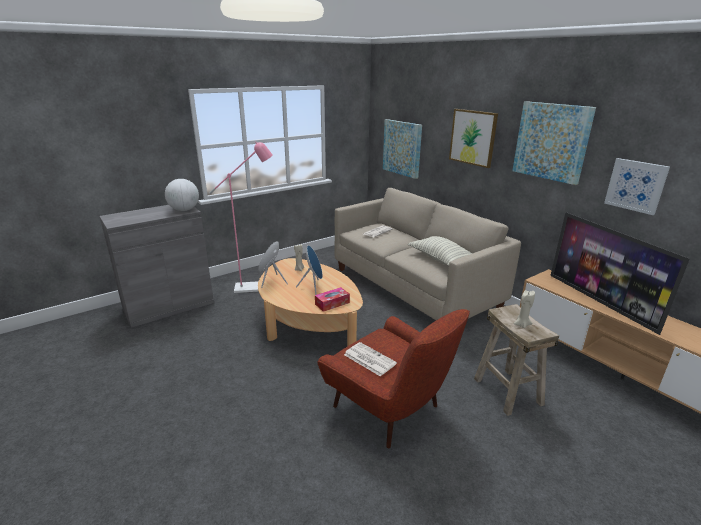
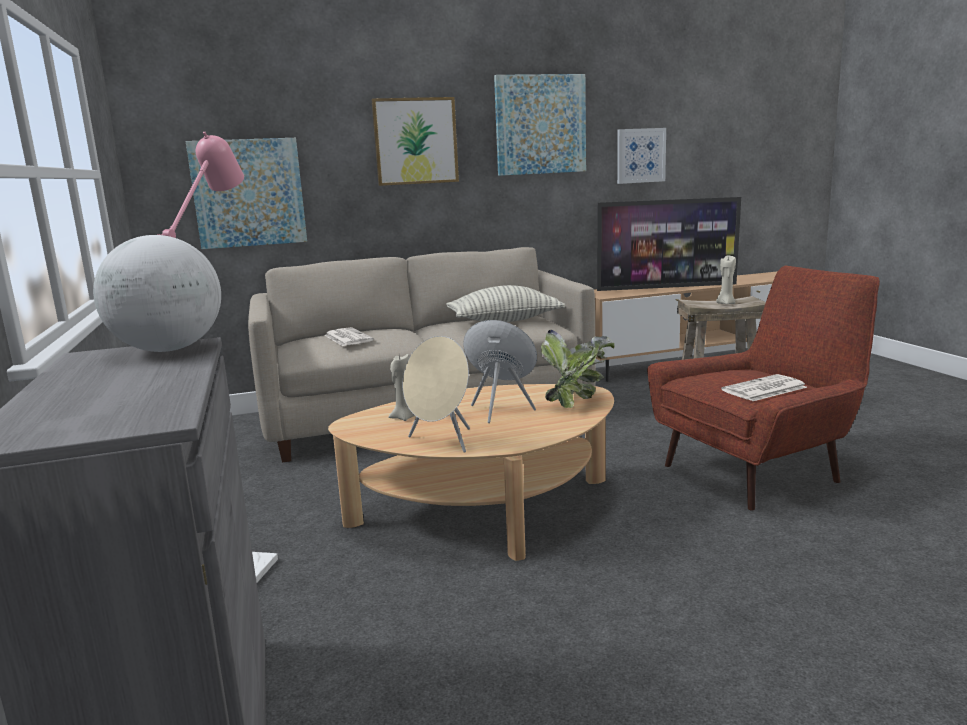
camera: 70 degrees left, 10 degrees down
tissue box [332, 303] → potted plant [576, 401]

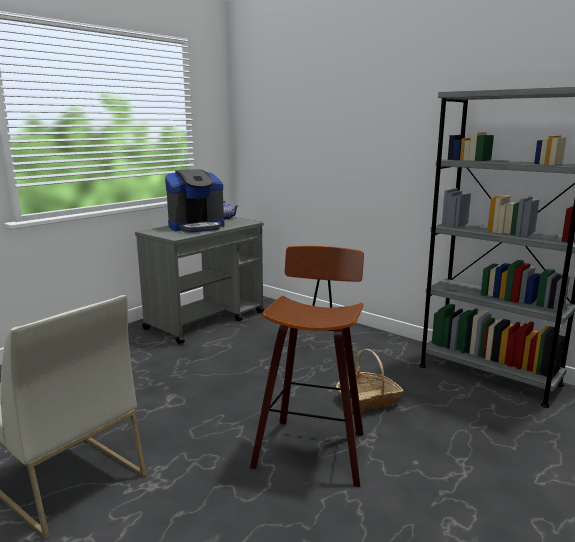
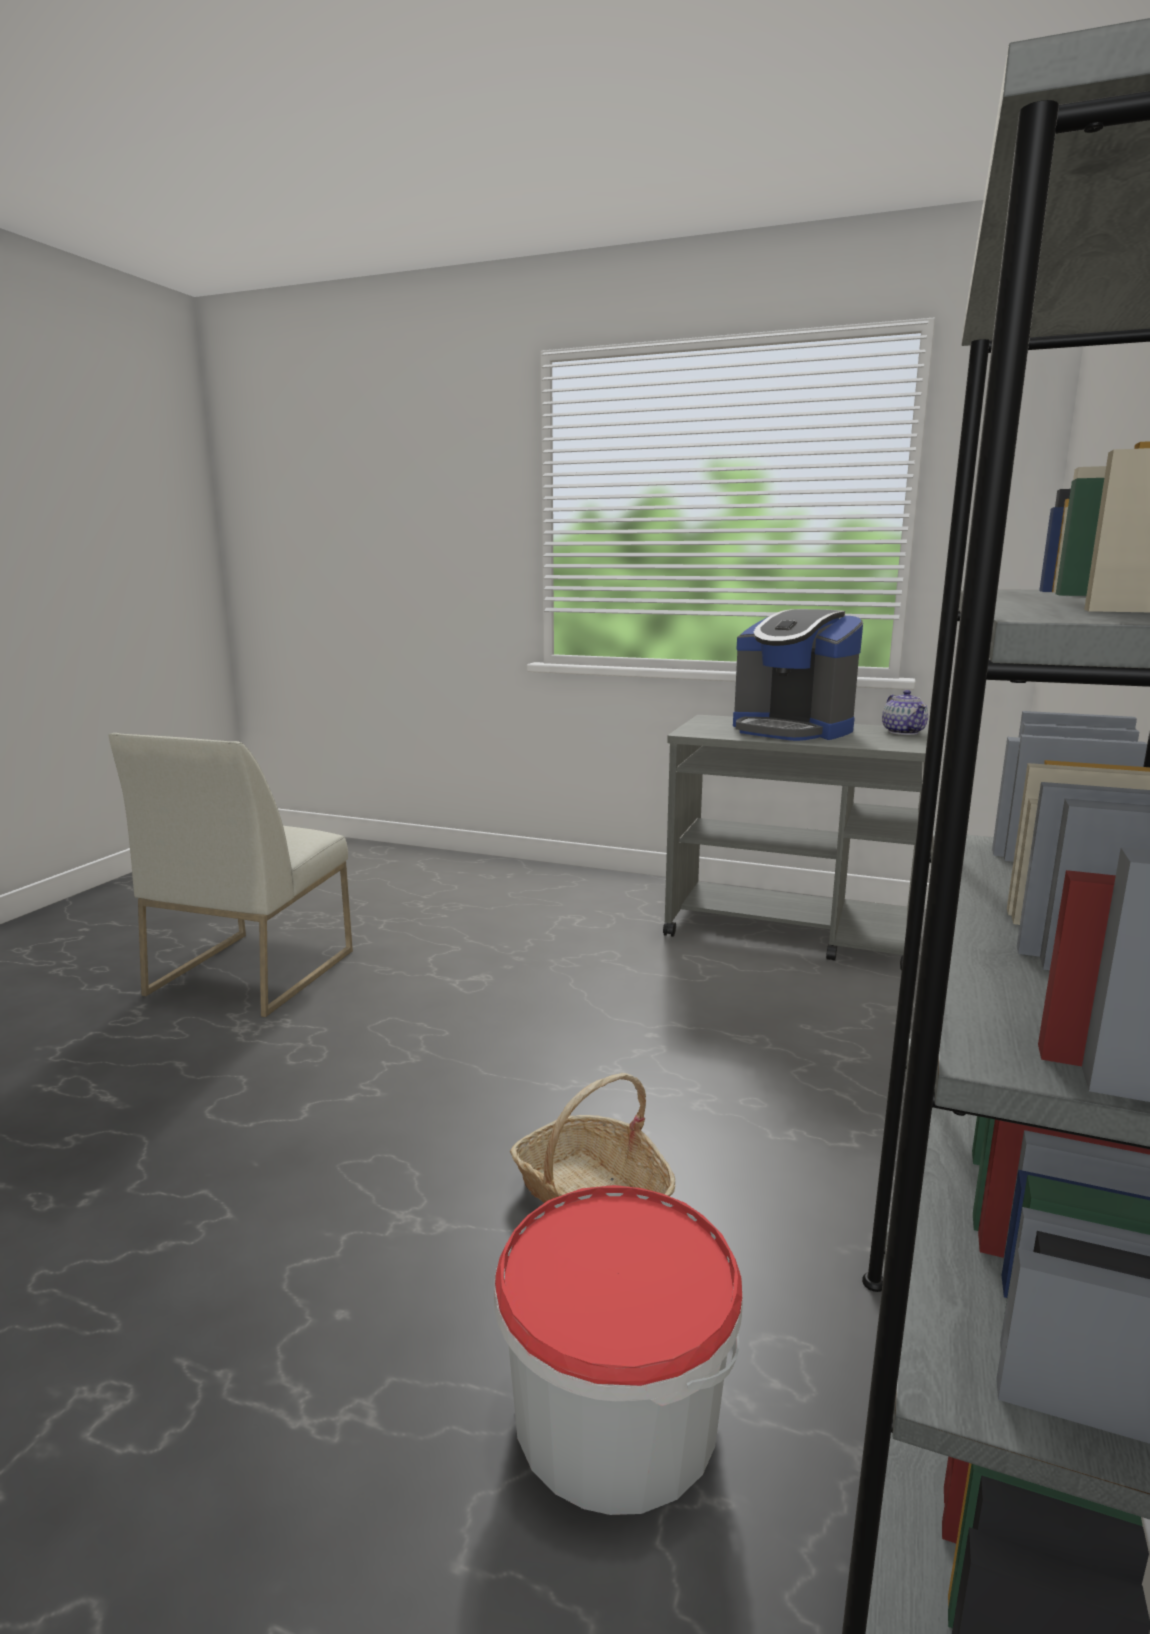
camera: 70 degrees right, 0 degrees up
stool [312, 448] → -
- → bucket [615, 1413]

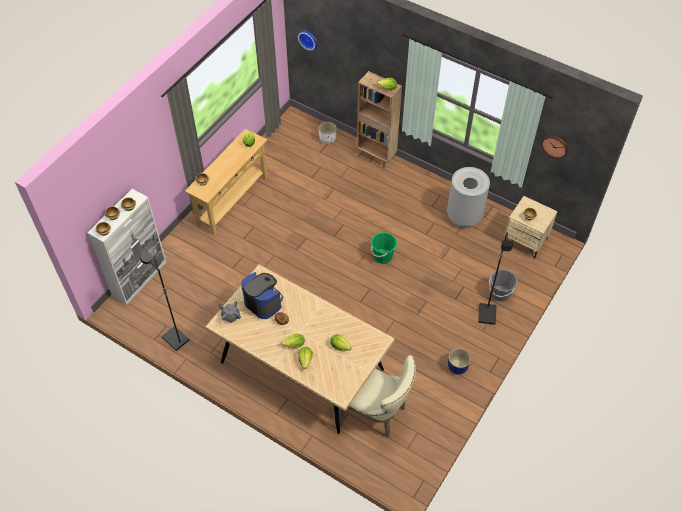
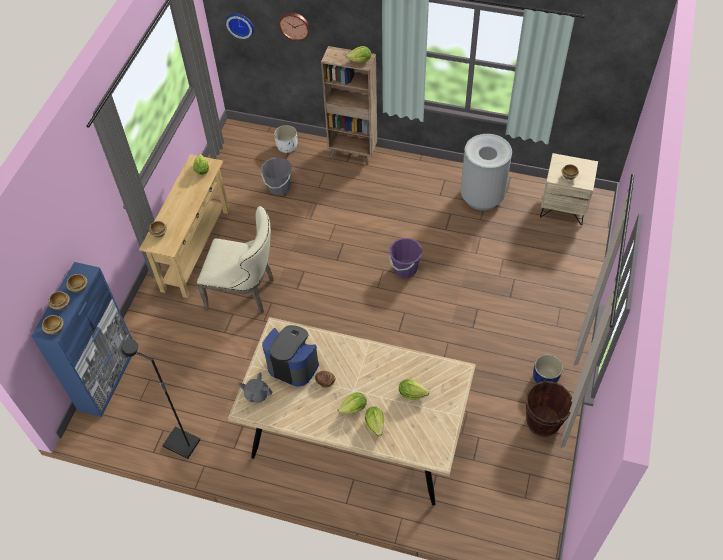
camera: 15 degrees left, 0 degrees up
floor lamp/black [487, 315] → -
- → bucket/brown [543, 421]
chair/beige [377, 413] → chair/beige [245, 292], relocated
bucket/grey [500, 293] → bucket/grey [279, 187], relocated
wall clock [555, 145] → wall clock [295, 25], relocated
cabinet/white [139, 278] → cabinet/blue [108, 378]
bucket/green [383, 256] → bucket/purple [405, 269]

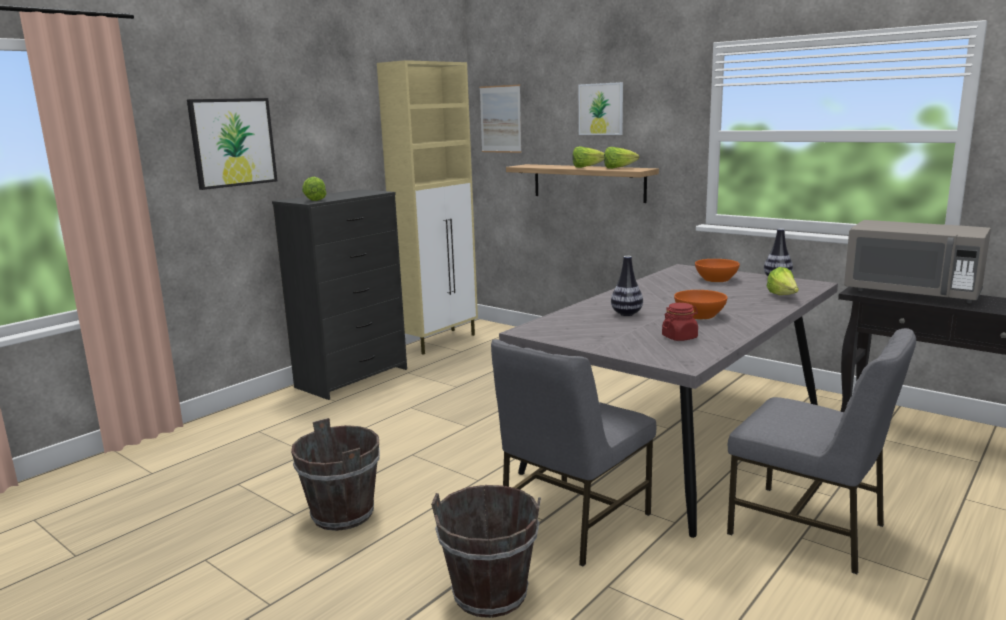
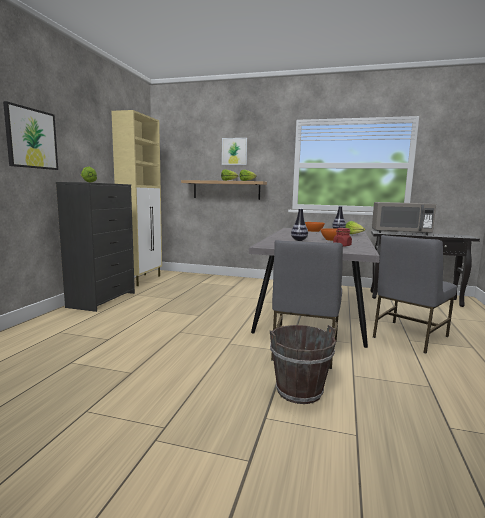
camera: 25 degrees left, 5 degrees down
bucket/brown [342, 514] → -
picture [500, 119] → -
chair/grey [809, 529] → chair/grey [408, 336], 120 degrees clockwise

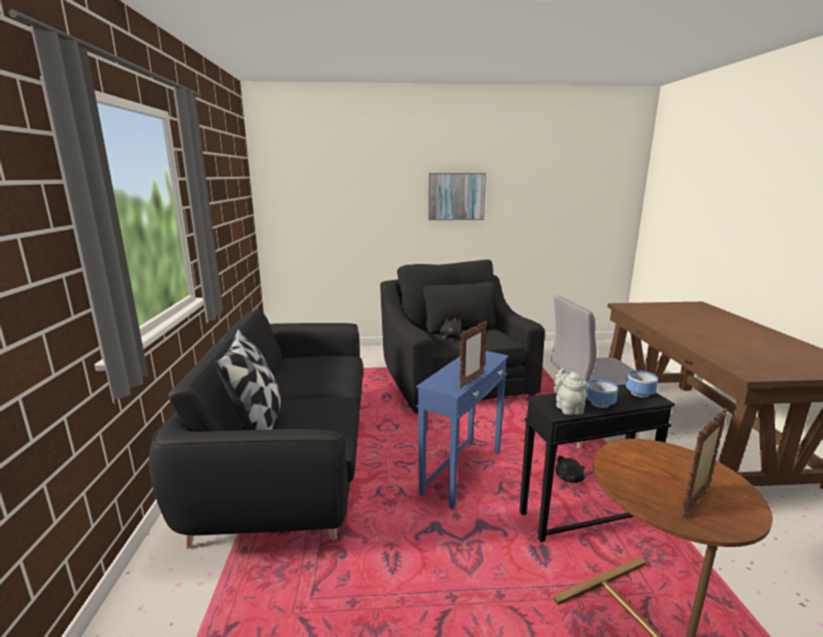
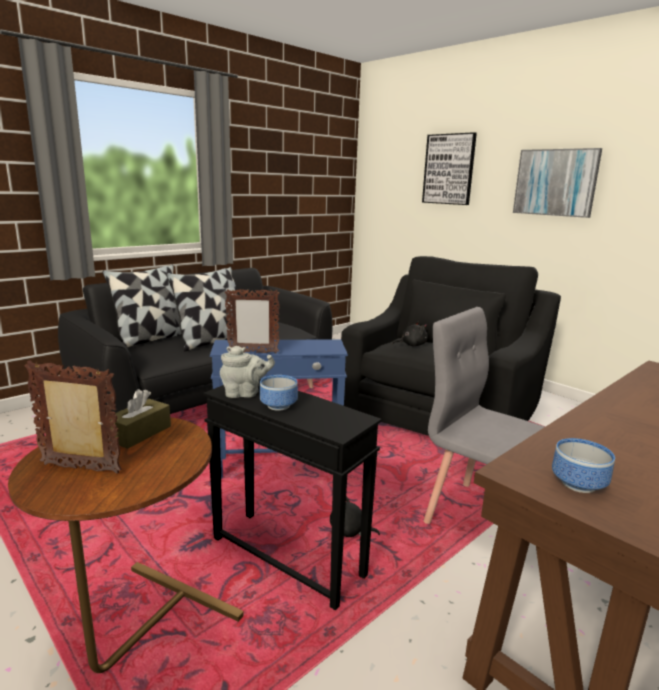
camera: 50 degrees right, 0 degrees up
- → tissue box/brown [139, 433]
- → pillow [211, 341]
- → picture [449, 169]
bowl [639, 394] → bowl [576, 484], relocated
teapot/grey [567, 408] → teapot/grey [245, 394], 45 degrees clockwise

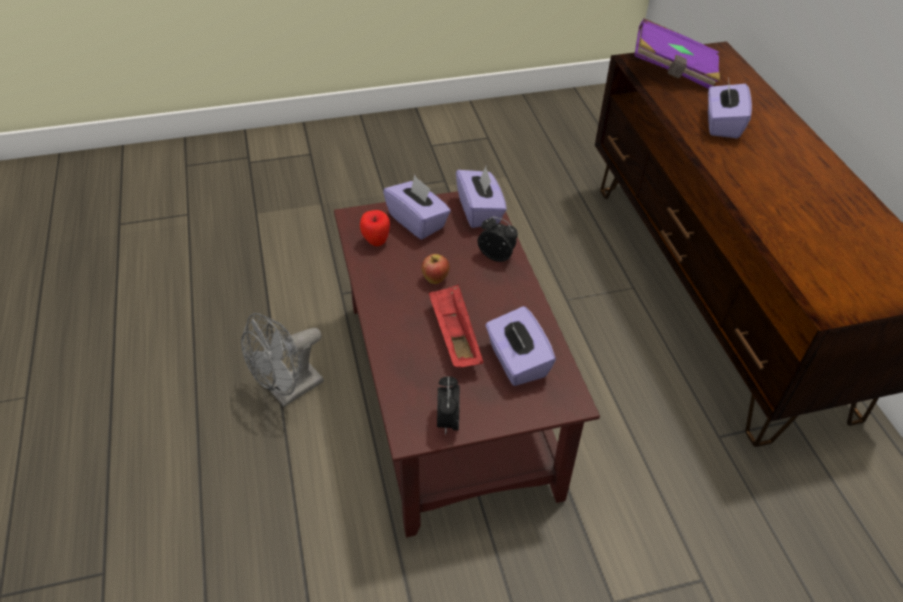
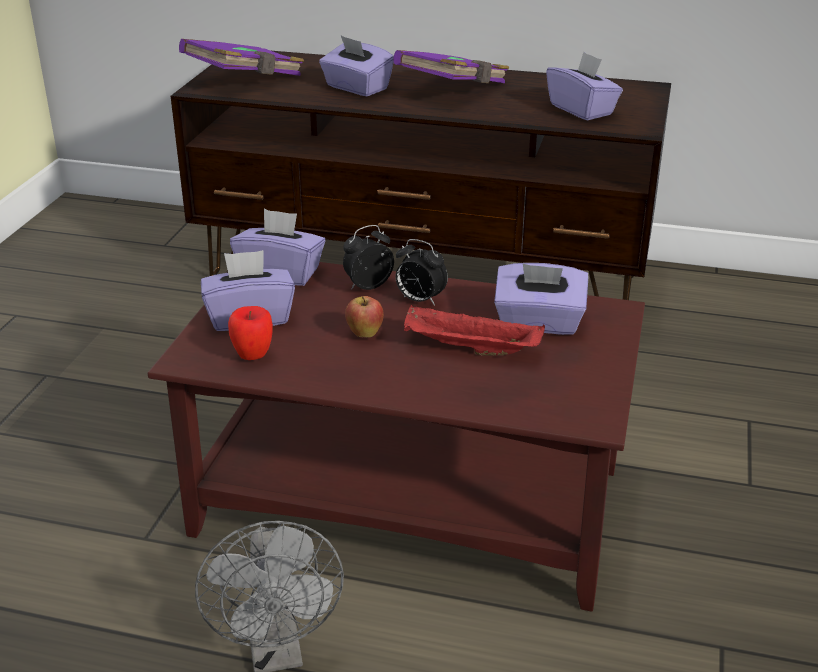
camera: 60 degrees left, 15 degrees down
- → book/purple [453, 90]
- → tissue box/purple [582, 110]
alarm clock [447, 421] → alarm clock [419, 300], relocated

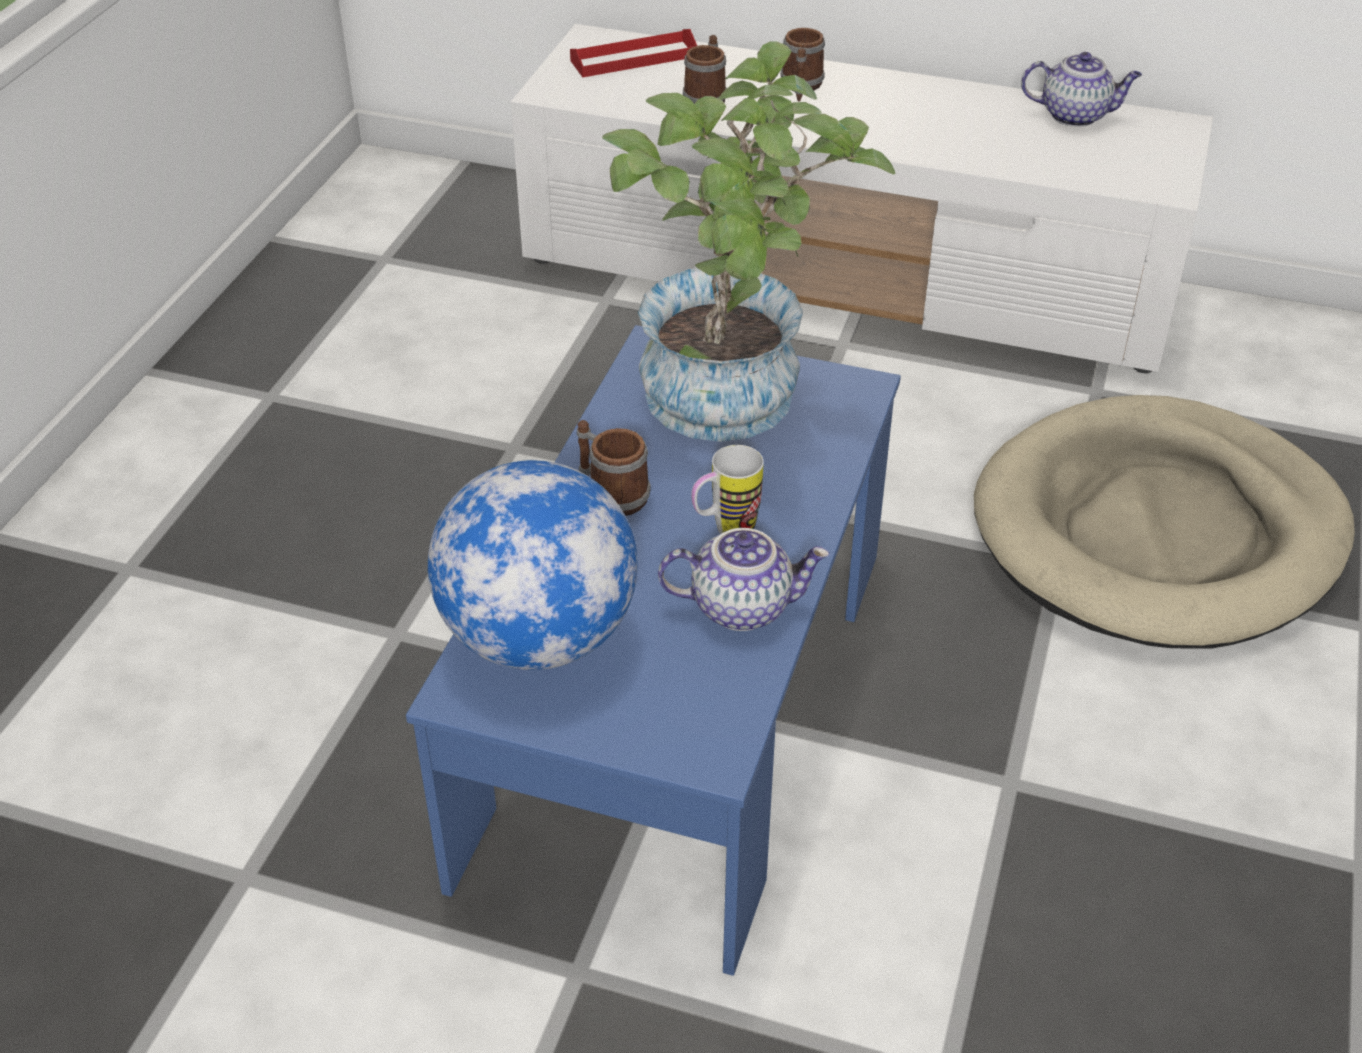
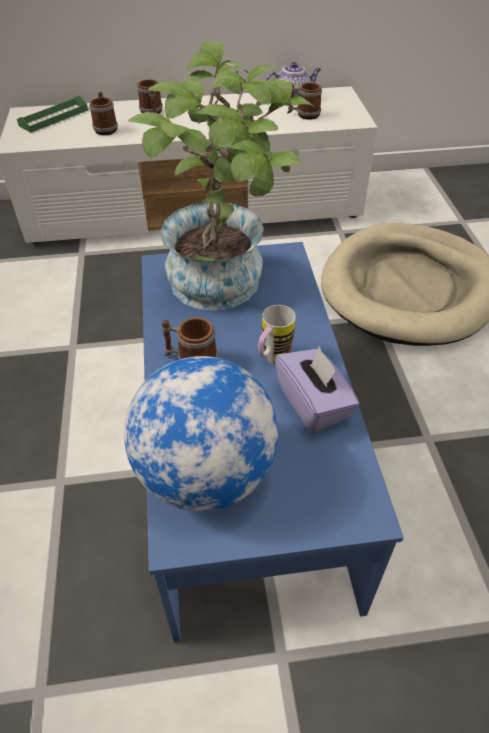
camera: 25 degrees left, 5 degrees up
- → mug [303, 114]
teapot [742, 606] → tissue box/purple [313, 404]
tray/red [633, 58] → tray/green [54, 118]

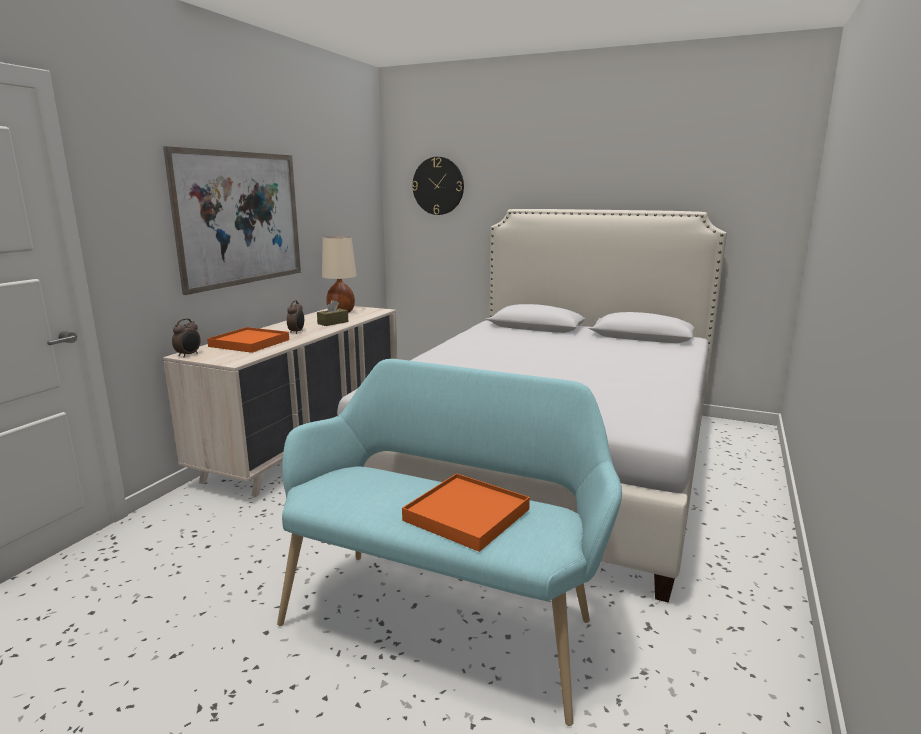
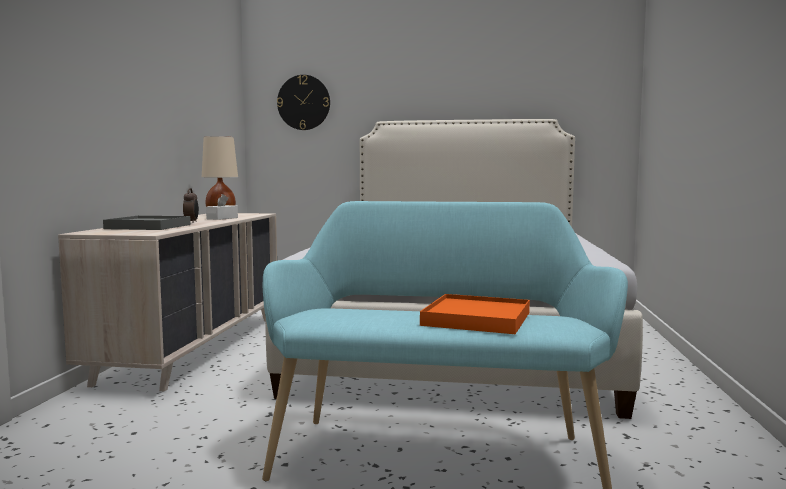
camera: 15 degrees left, 10 degrees down
picture [241, 218] → -
alarm clock [189, 355] → -
tray/orange [249, 343] → tray/grey [148, 227]
tissue box/brown [333, 323] → tissue box/white [222, 218]

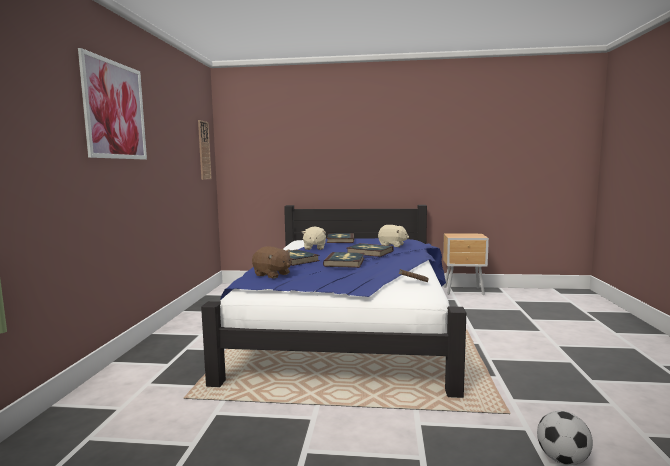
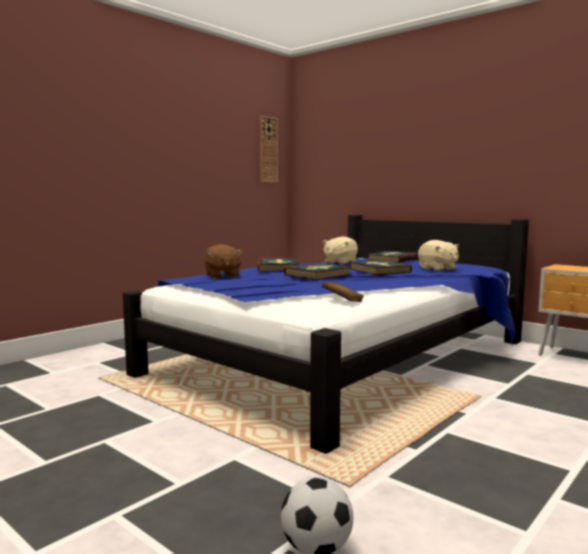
camera: 35 degrees right, 0 degrees up
picture [115, 110] → -

